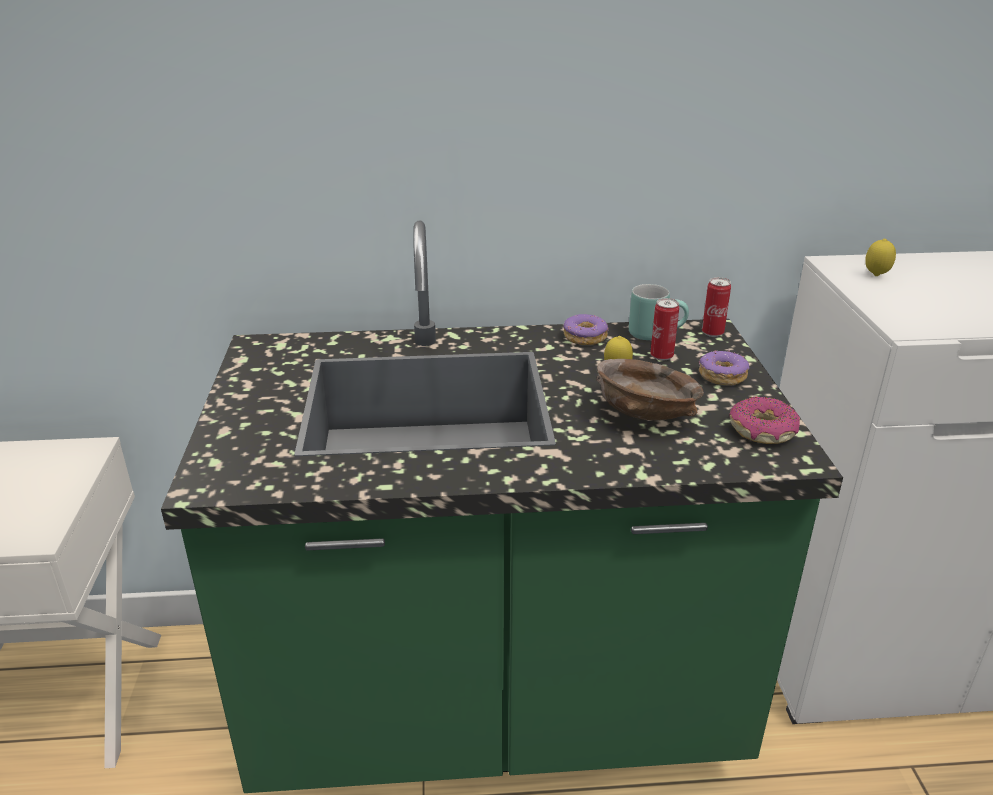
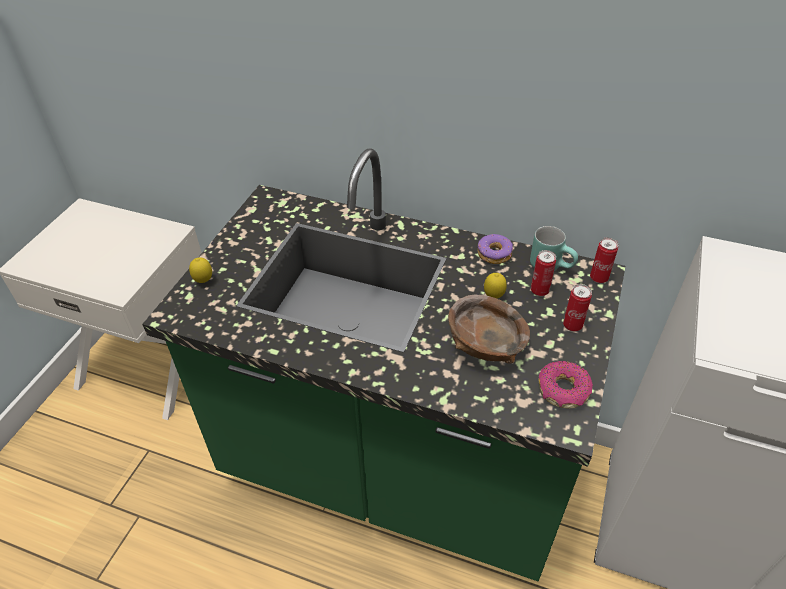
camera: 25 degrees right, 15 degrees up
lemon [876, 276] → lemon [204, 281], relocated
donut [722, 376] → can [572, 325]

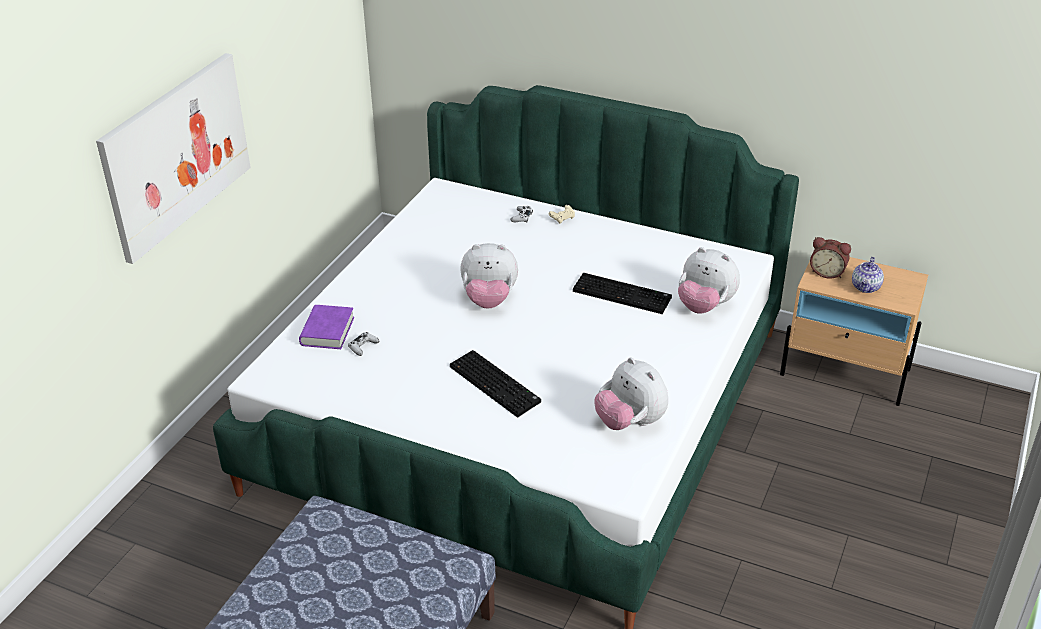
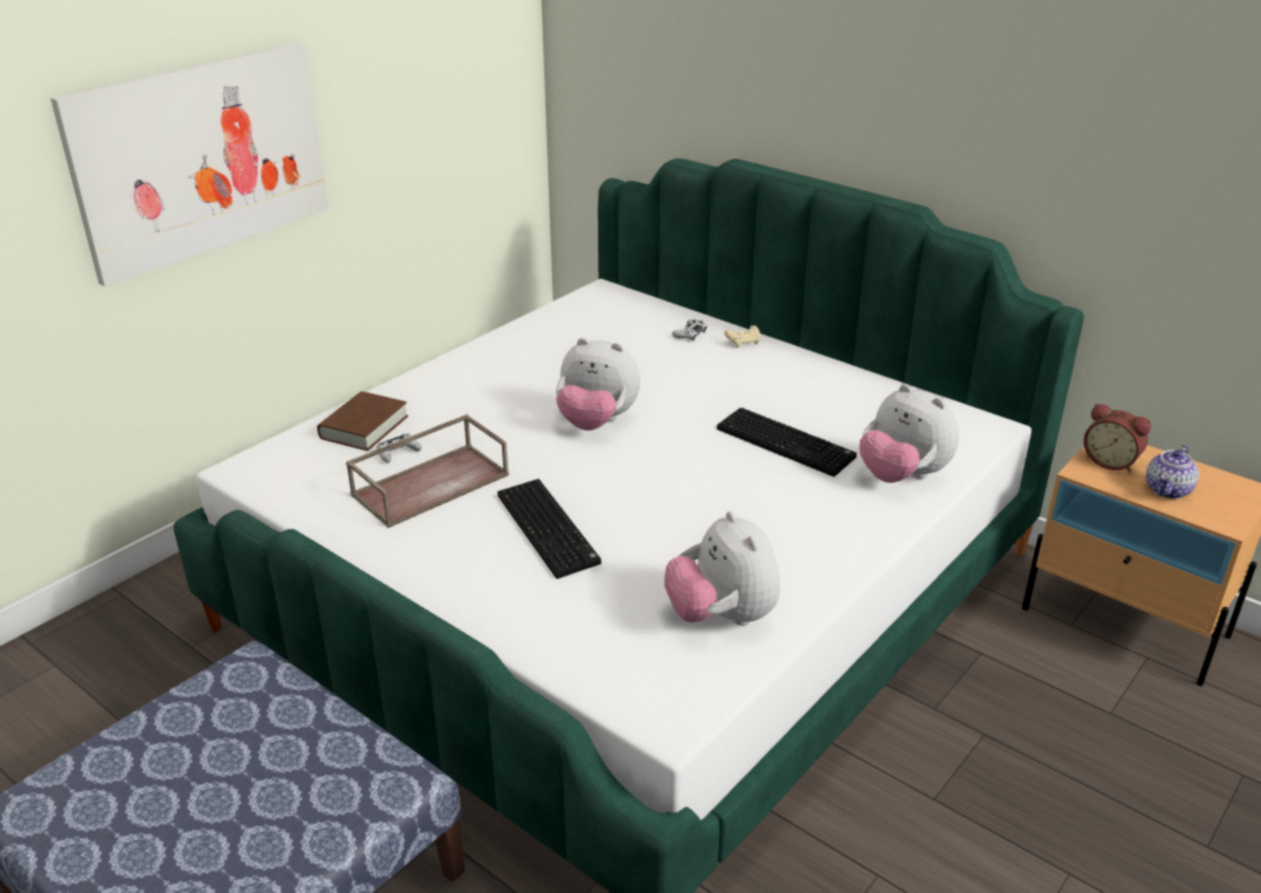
camera: 15 degrees right, 5 degrees down
- → tray/brown [431, 483]
book/purple [327, 331] → book/brown [364, 427]

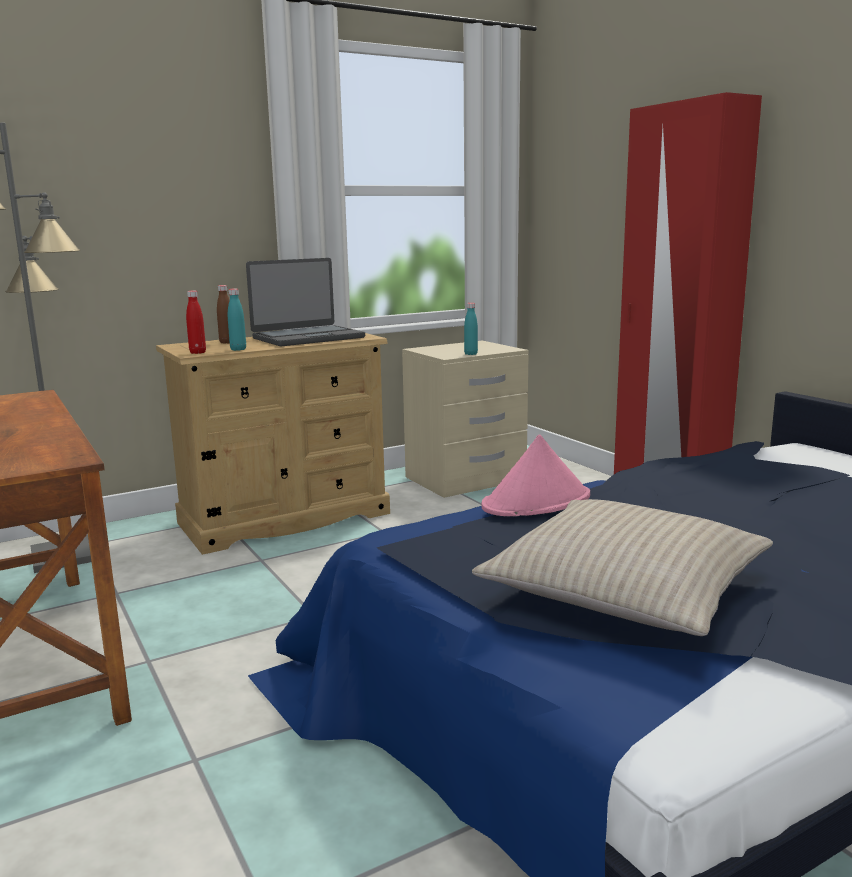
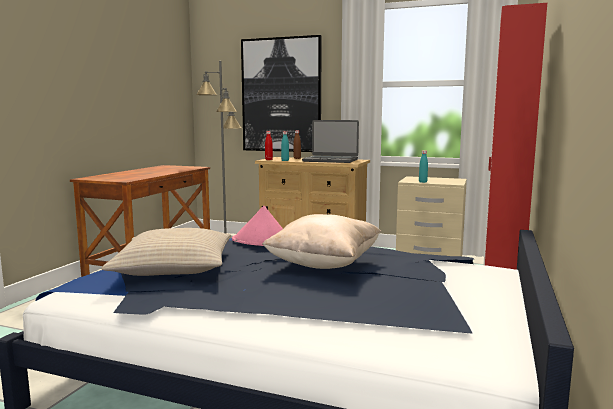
camera: 50 degrees right, 5 degrees down
- → picture [281, 95]
- → pillow/beige [324, 264]

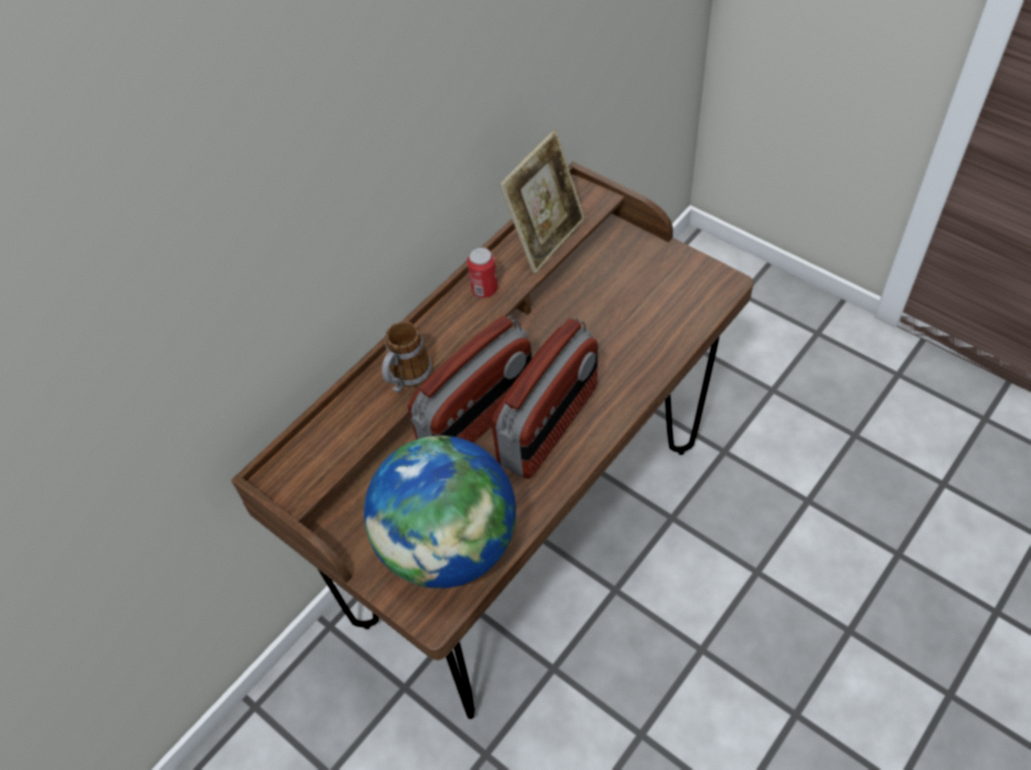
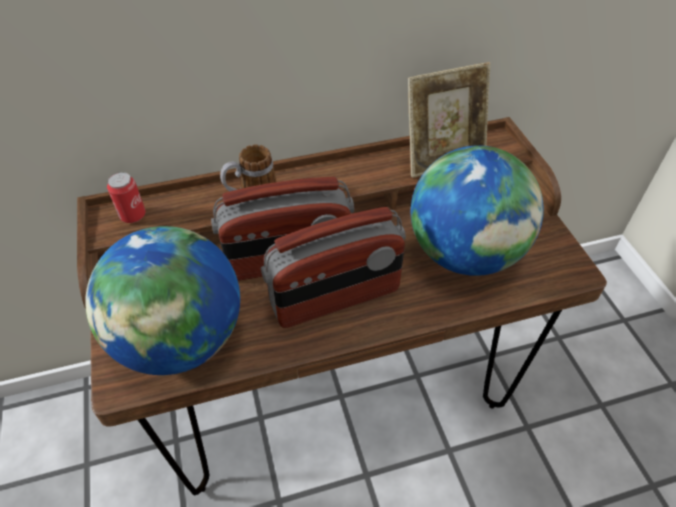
camera: 30 degrees right, 5 degrees down
- → globe [464, 253]
can [484, 289] → can [133, 215], relocated

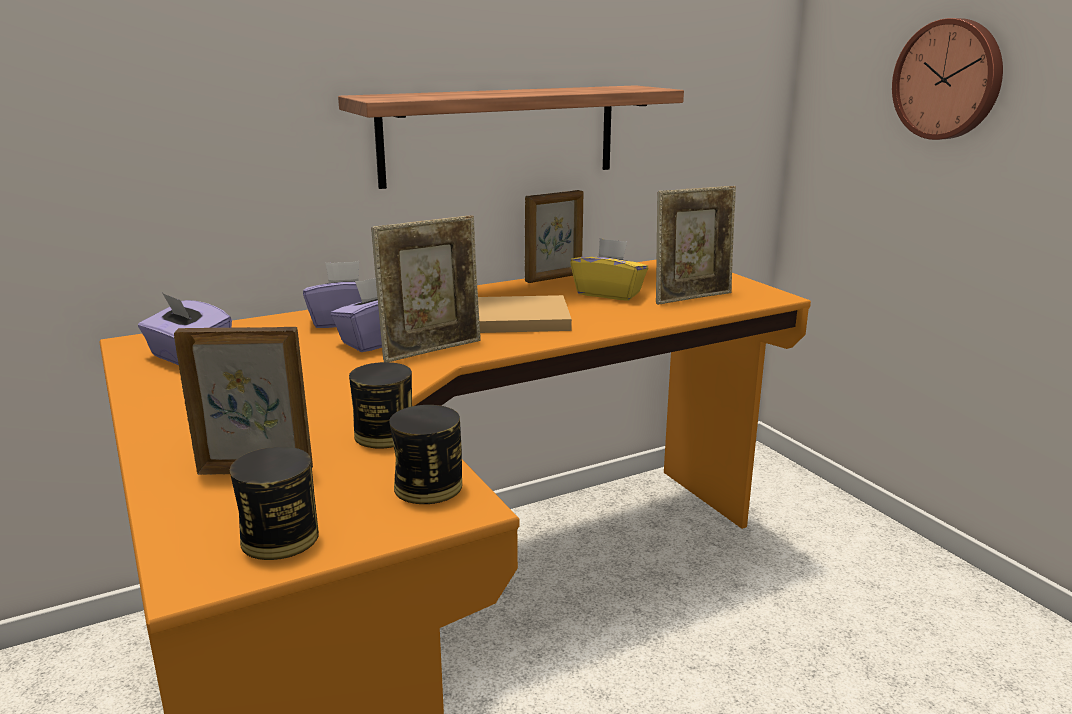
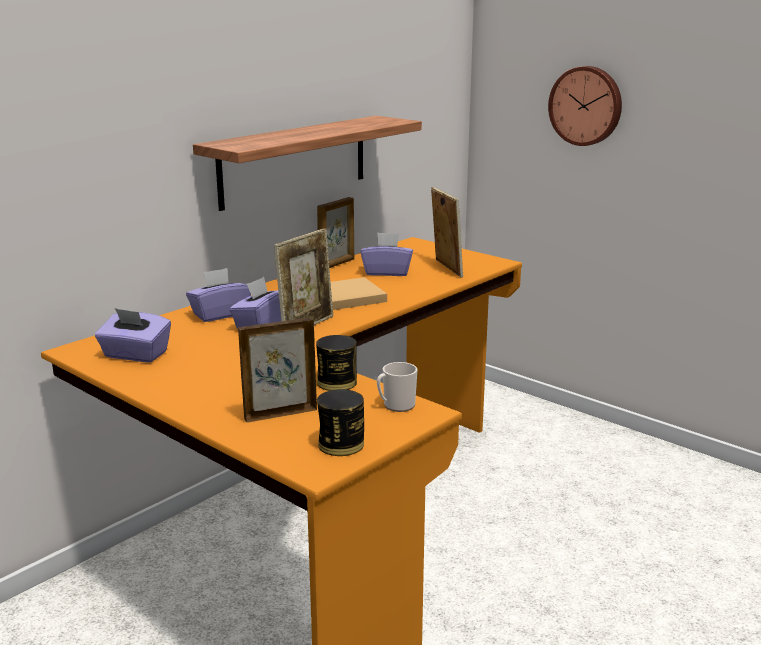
camera: 20 degrees left, 0 degrees up
can [428, 486] → mug [396, 406]
tissue box/yellow [609, 293] → tissue box/purple [387, 272]
picture frame [692, 297] → picture frame [445, 268], 60 degrees counterclockwise

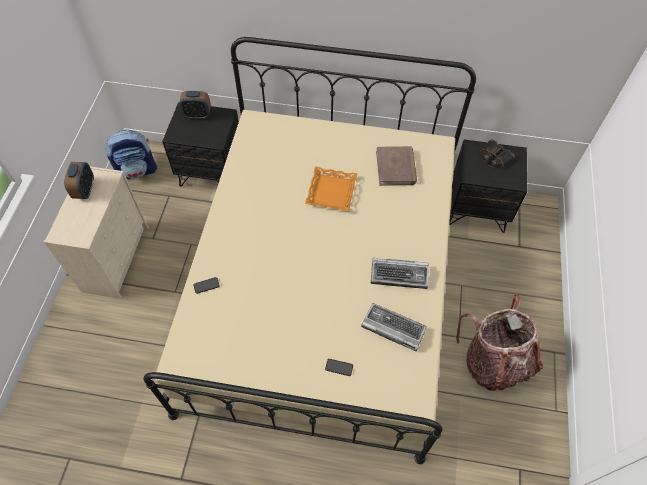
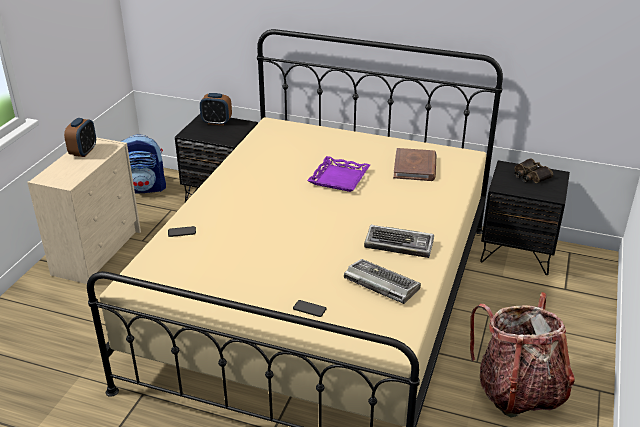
camera: 10 degrees right, 25 degrees down
tray/orange [331, 192] → tray/purple [338, 178]

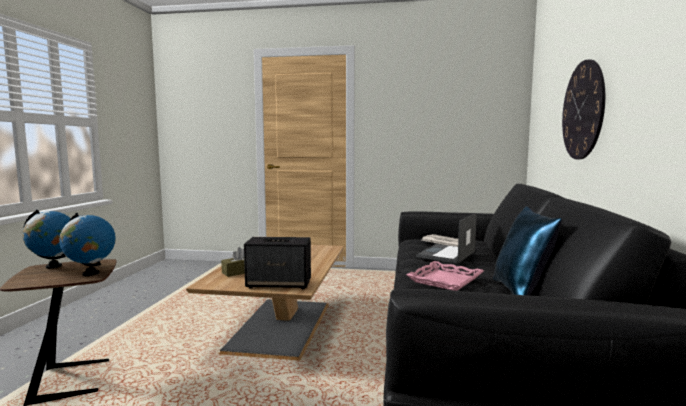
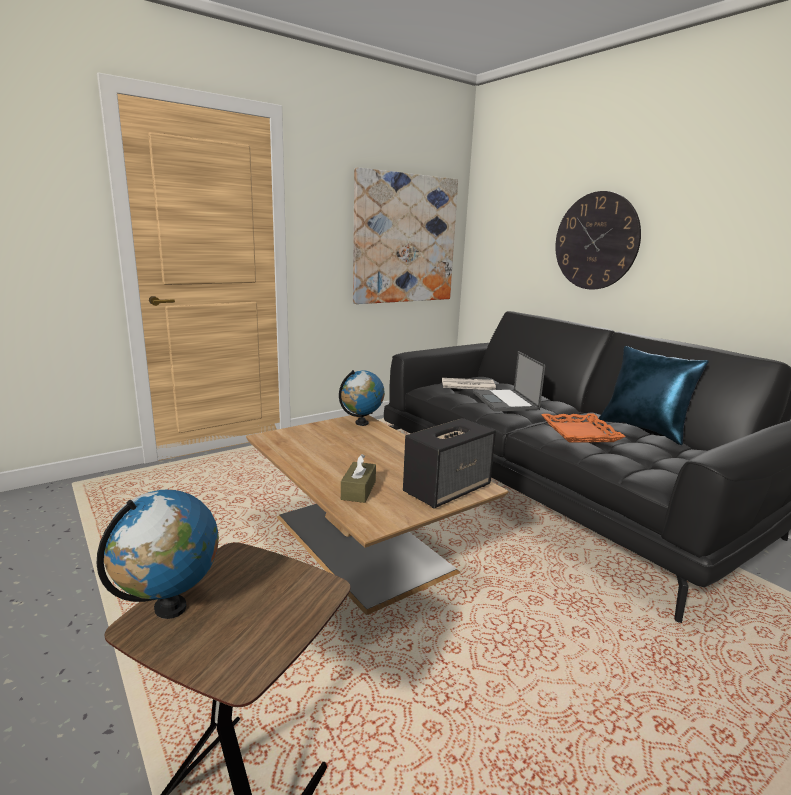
camera: 45 degrees left, 10 degrees up
- → picture [405, 239]
globe [90, 273] → globe [361, 423], relocated
tray/pink [444, 280] → tray/orange [579, 432]

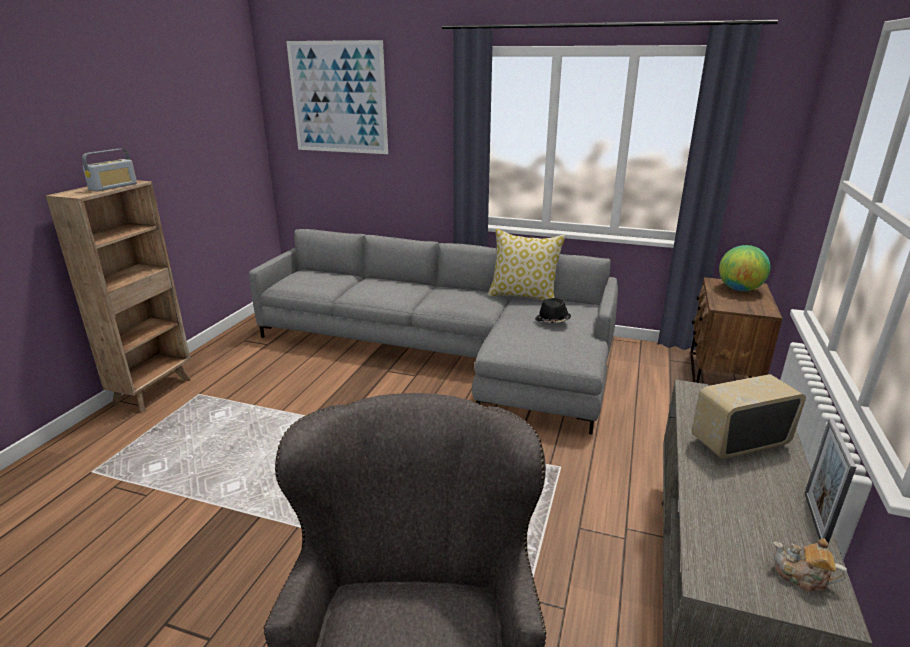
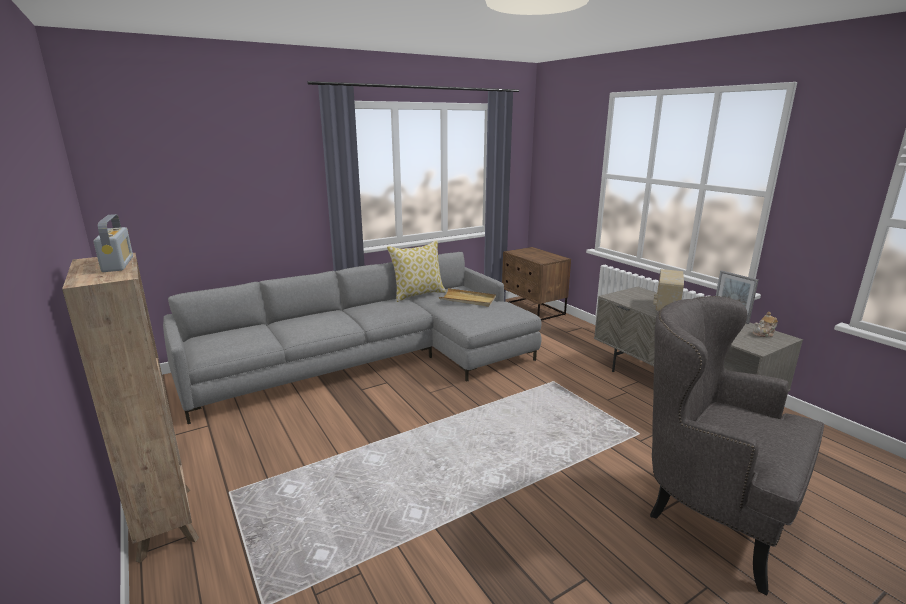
camera: 50 degrees left, 5 degrees down
picture [338, 98] → -
globe [739, 289] → -
hat/black [552, 321] → tray/beige [468, 300]

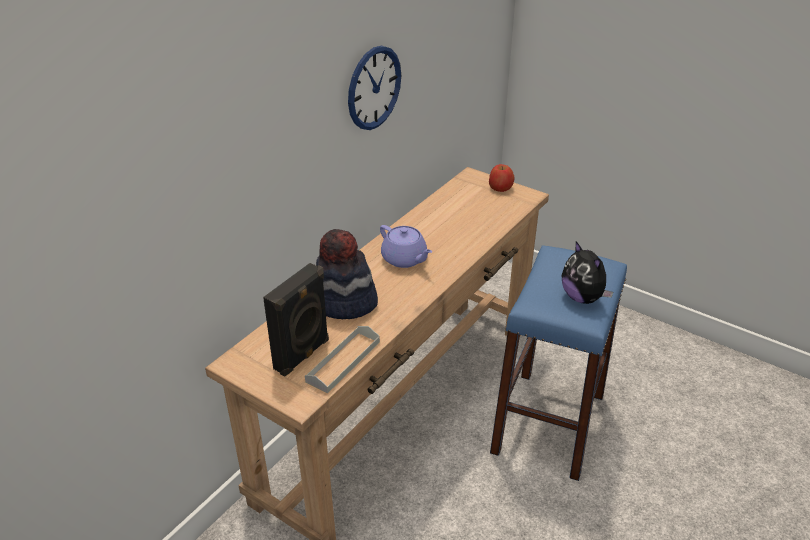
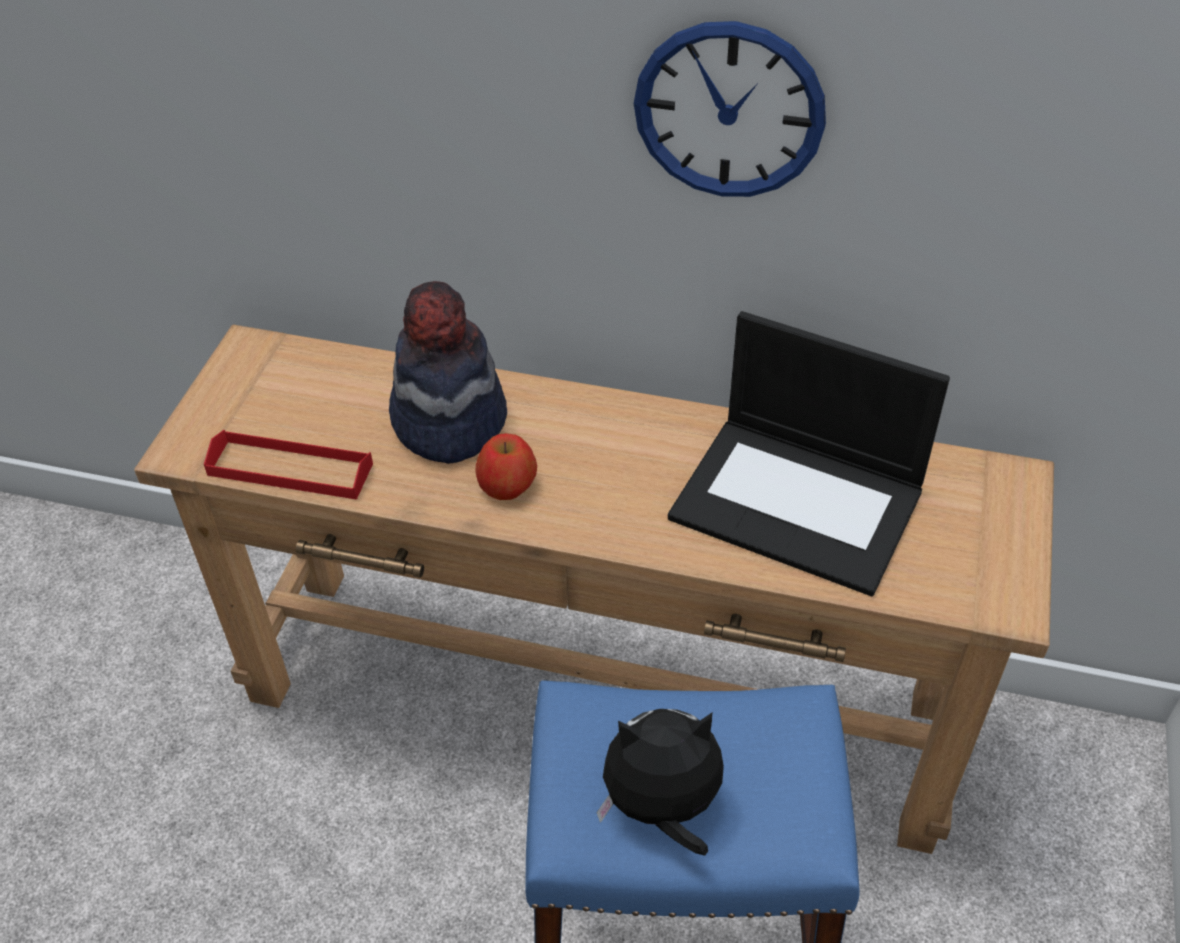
camera: 70 degrees right, 10 degrees up
speaker/black [303, 355] → -
teapot/purple [405, 259] → -
- → laptop [800, 503]
apple [500, 187] → apple [507, 484], relocated
tray/grey [343, 361] → tray/red [290, 469]
plush toy [583, 297] → plush toy [662, 809], 45 degrees clockwise

